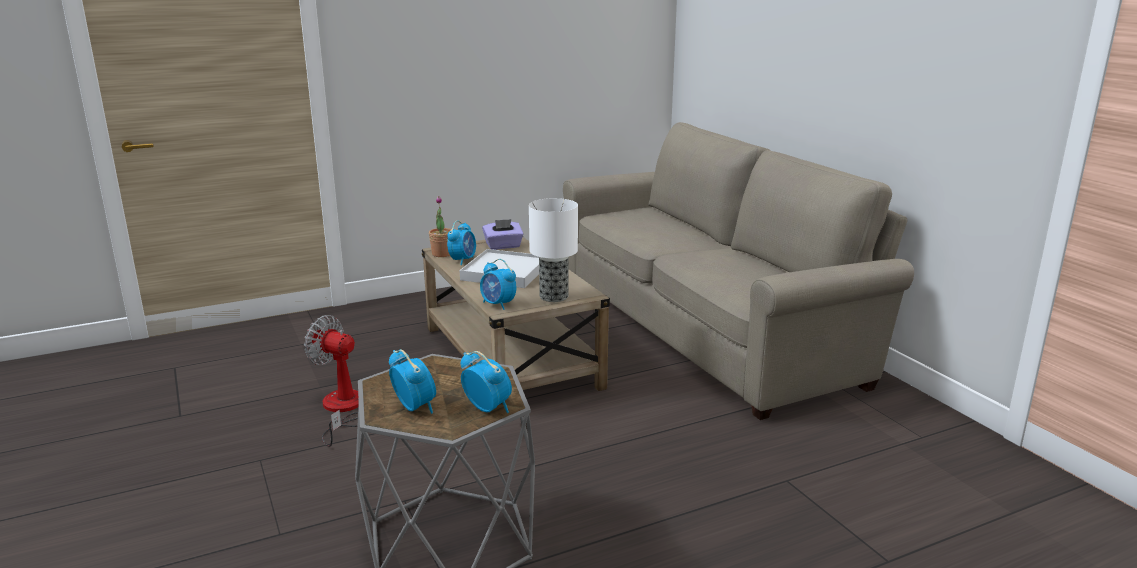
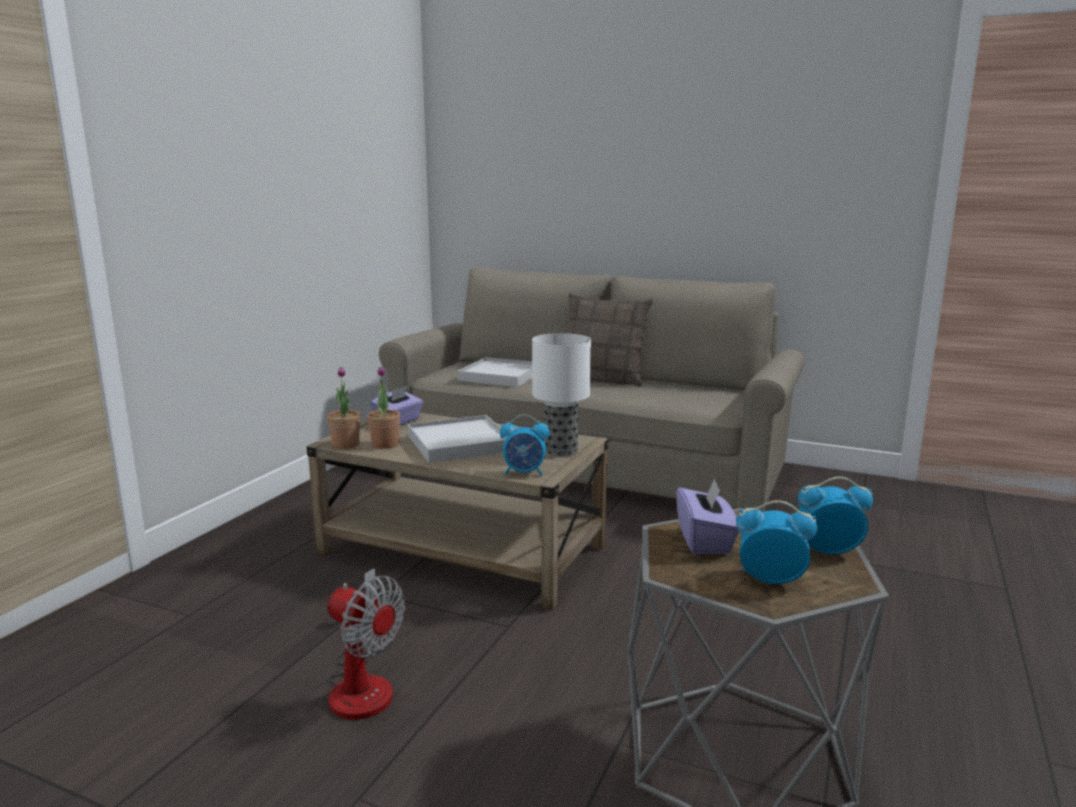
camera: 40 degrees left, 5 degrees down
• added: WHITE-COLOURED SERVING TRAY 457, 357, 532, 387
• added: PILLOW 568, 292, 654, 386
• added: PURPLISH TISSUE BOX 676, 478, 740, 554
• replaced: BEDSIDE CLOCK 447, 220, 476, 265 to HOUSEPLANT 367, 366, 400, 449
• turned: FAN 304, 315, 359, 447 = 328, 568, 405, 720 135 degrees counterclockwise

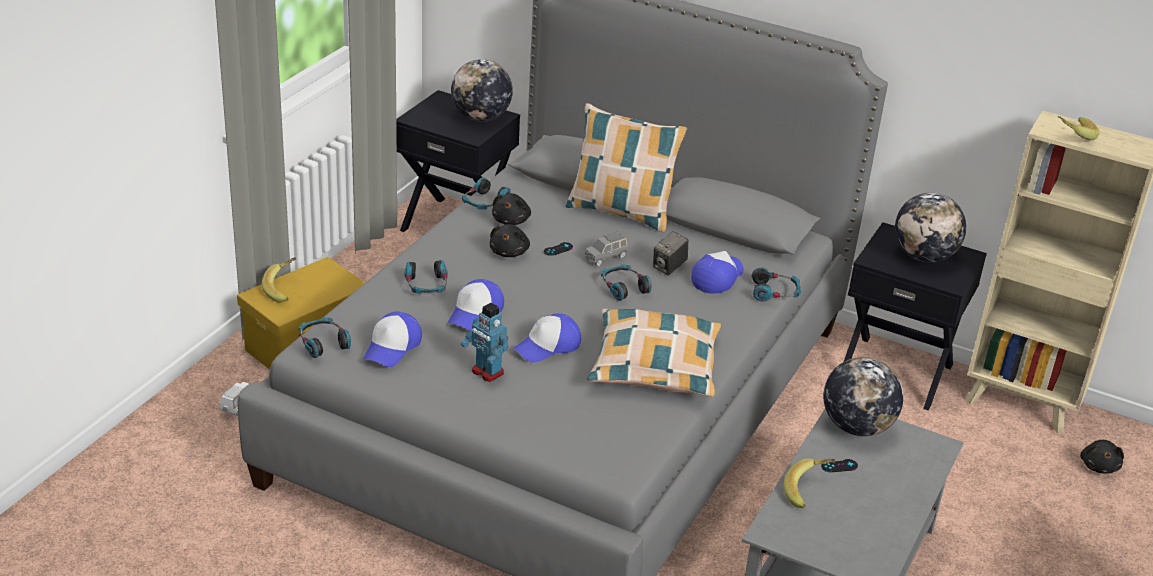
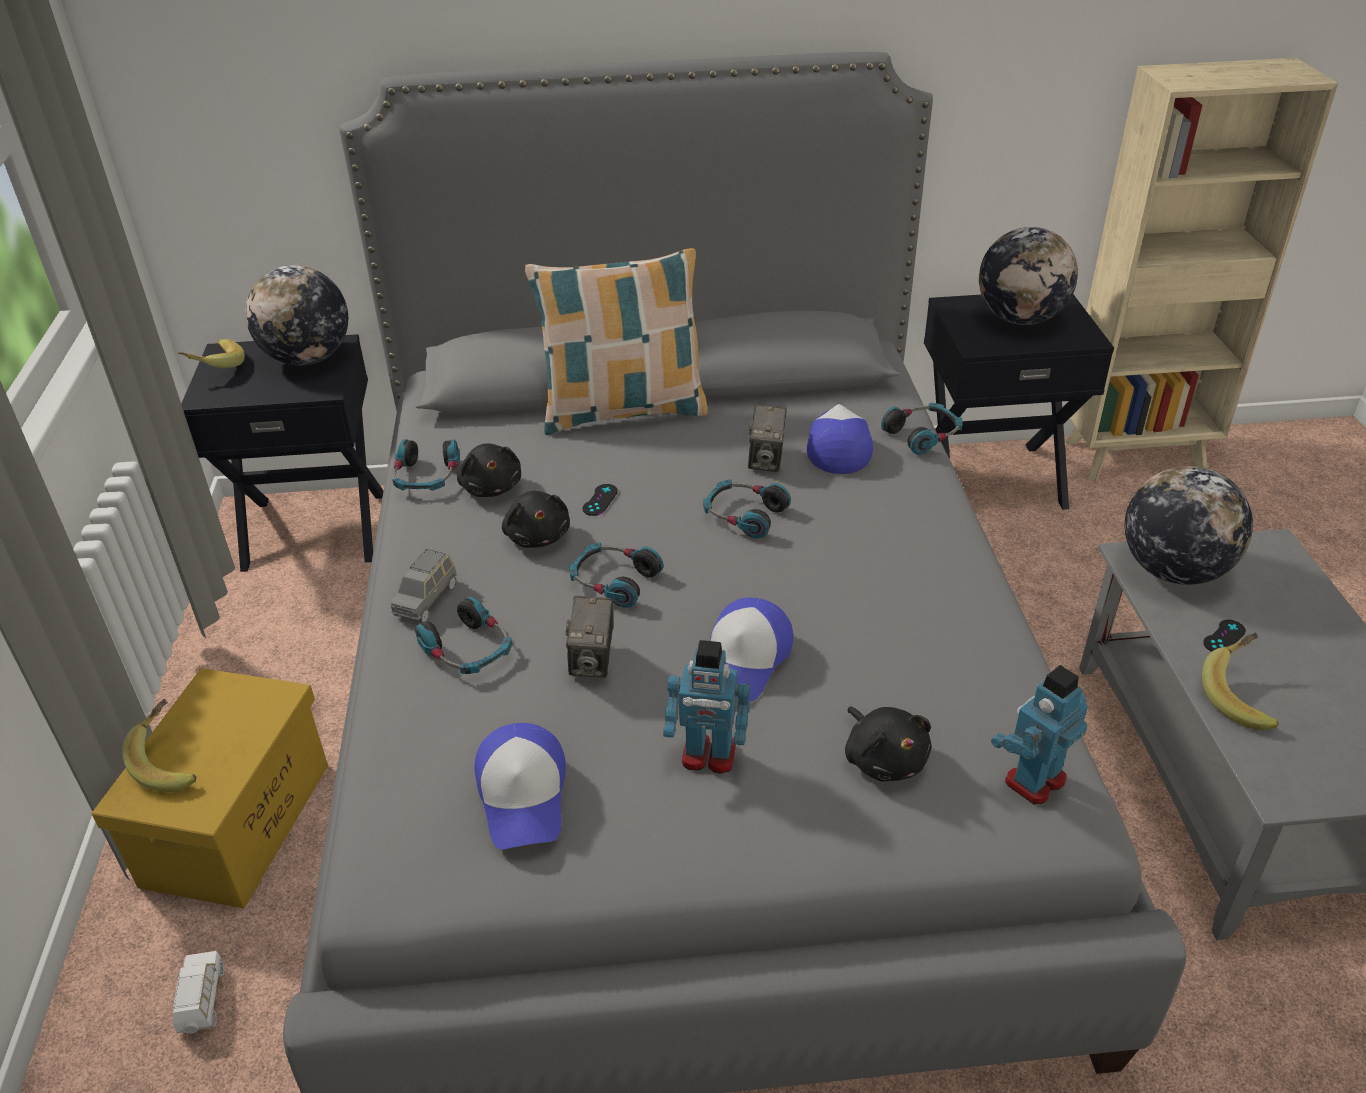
camera: 30 degrees left, 5 degrees up
• removed: PILLOW 587, 309, 722, 397
• added: ROBOT FIGURE 991, 665, 1088, 805
• moved: HEADPHONES 299, 317, 351, 358 to 569, 542, 663, 608
• moved: GREY MINIATURE CAR 585, 231, 628, 267 to 391, 549, 457, 623
• moved: BANANA 1058, 116, 1099, 140 to 178, 339, 245, 368
• moved: BLACKISH CUDDLY TOY 1080, 440, 1124, 474 to 845, 706, 931, 781
• replaced: CAP 448, 279, 504, 331 to STILL CAMERA 565, 596, 613, 678

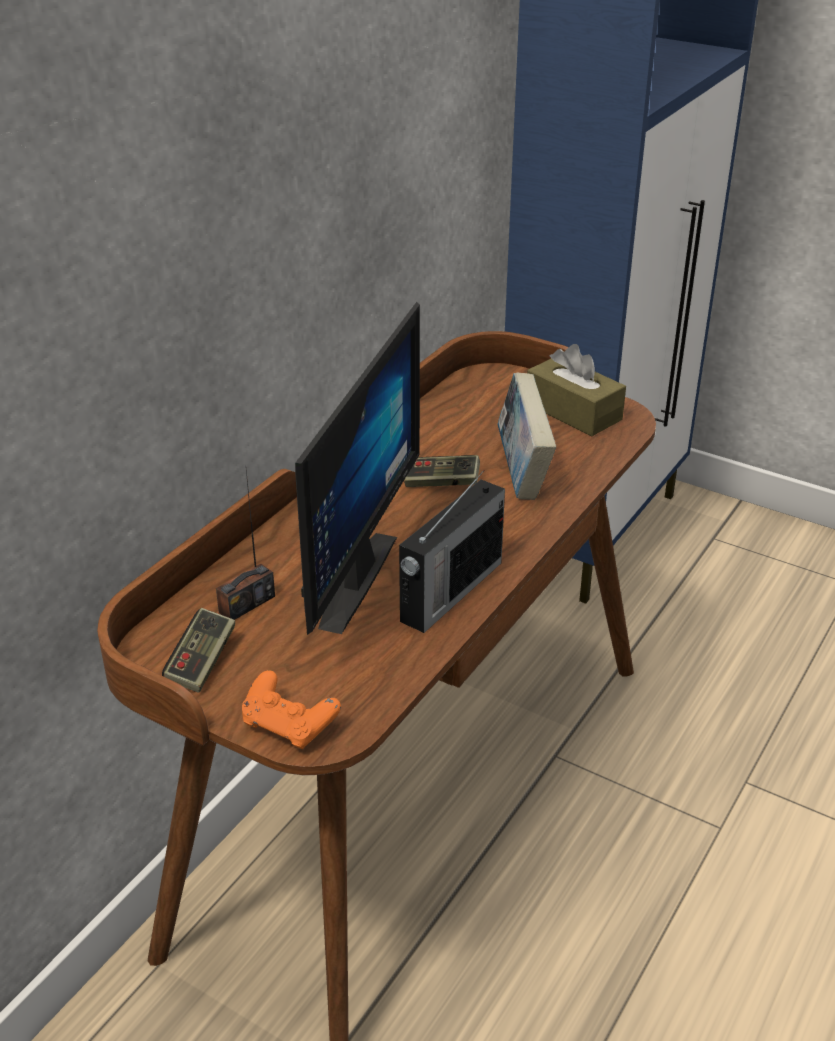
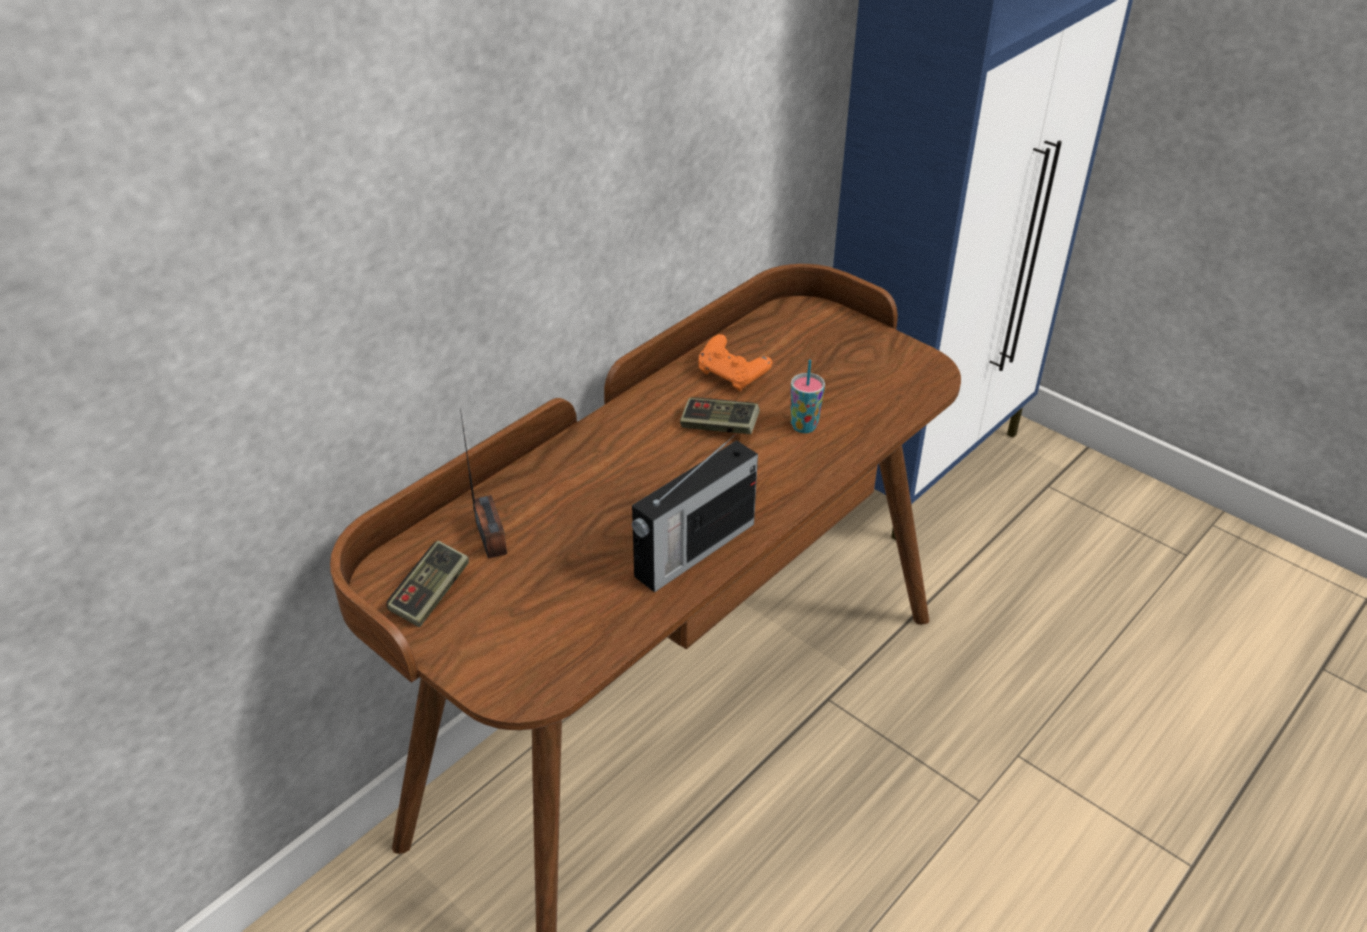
camera: 10 degrees right, 5 degrees up
• removed: COMPUTER SCREEN 295, 302, 420, 635
• removed: BROWN-COLOURED TISSUE BOX 527, 344, 626, 436
• moved: ORANGEY GAMEPAD 242, 670, 341, 749 to 698, 334, 772, 391
• replaced: BOOK 497, 373, 556, 500 to CUP 791, 359, 825, 433
• turned: RADIO RECEIVER 216, 470, 275, 620 = 460, 408, 507, 559 75 degrees counterclockwise

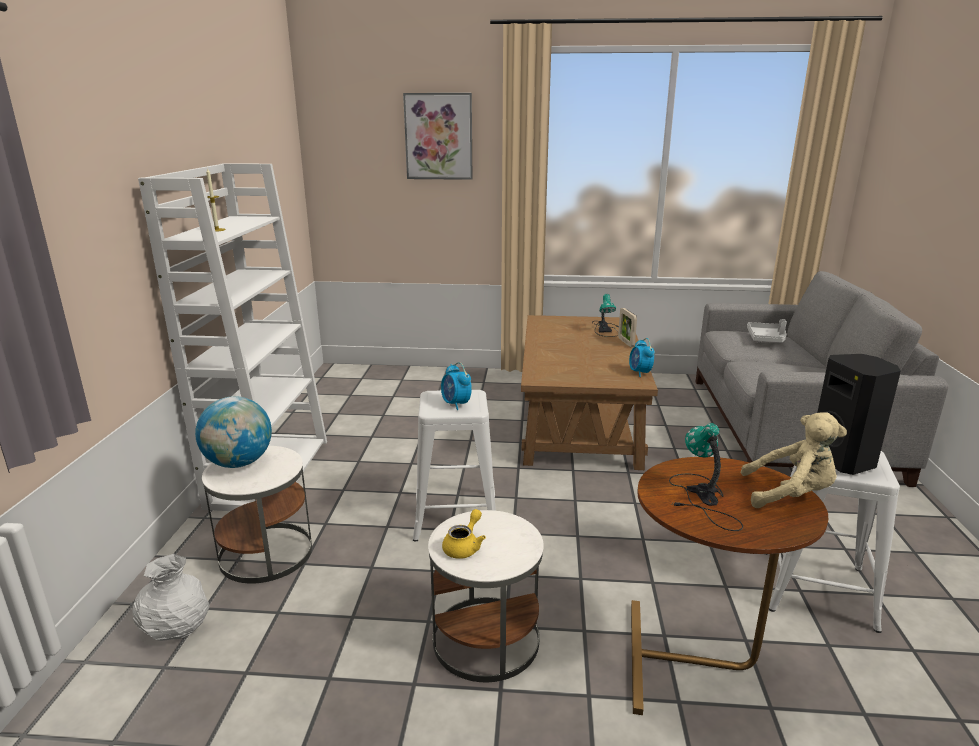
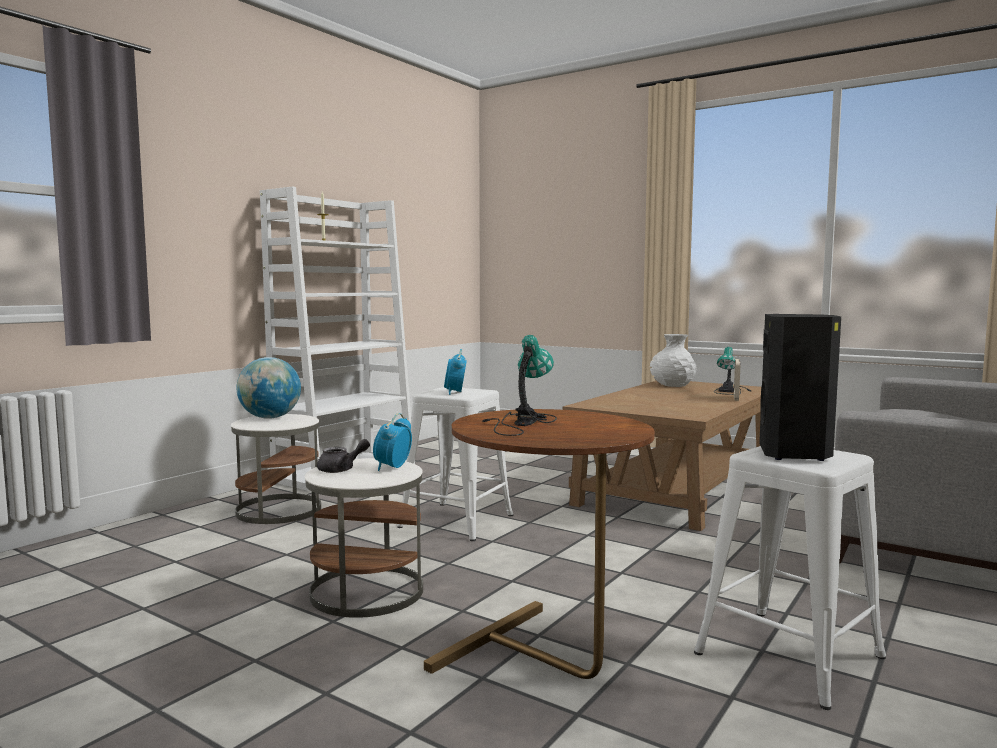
camera: 30 degrees right, 15 degrees down
• removed: PICTURE 403, 93, 472, 180
• removed: BEIGE CUDDLY TOY 740, 412, 847, 508
• removed: GREY SERVING TRAY 747, 319, 787, 343
• moved: WHITE-COLOURED FLOWER VASE 132, 554, 210, 641 to 650, 334, 697, 387
• moved: BEDSIDE CLOCK 629, 338, 655, 377 to 373, 413, 412, 471
• recoloured: YELLOW TEAPOT 442, 509, 486, 559 to GREY TEAPOT 317, 439, 370, 473

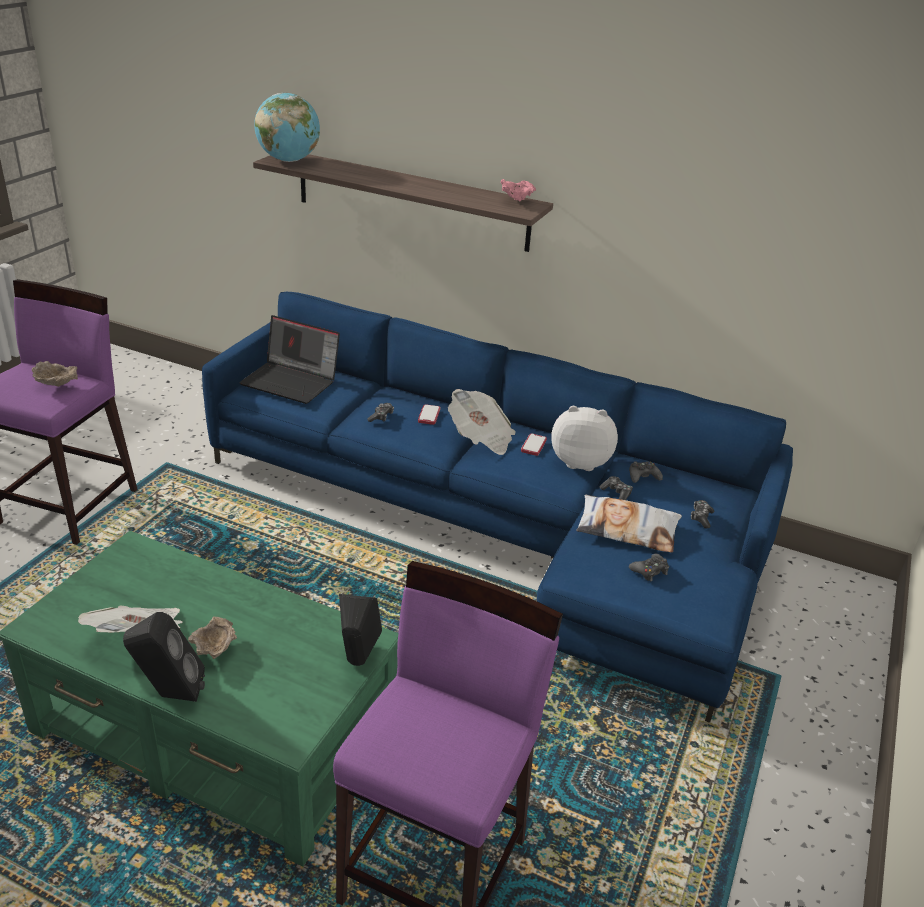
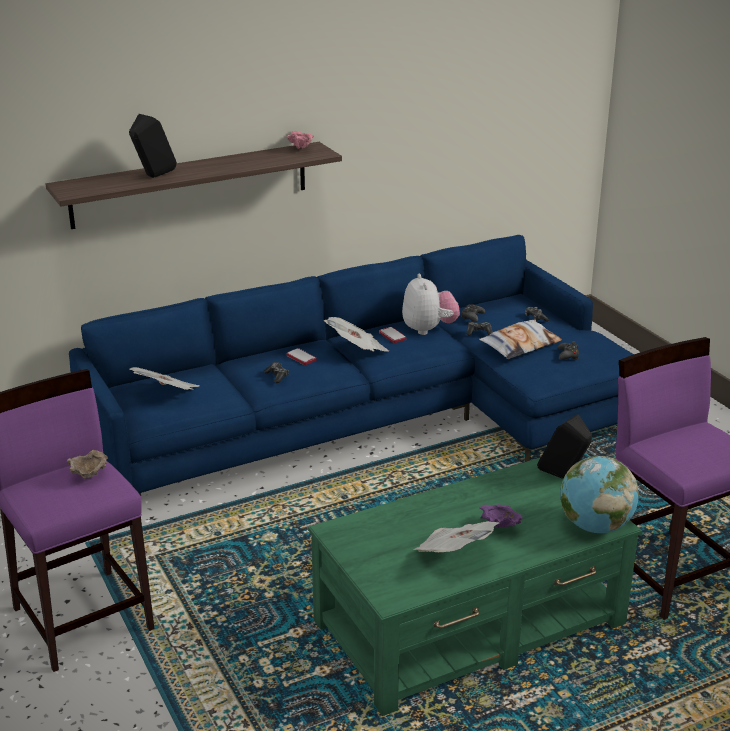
camera: 50 degrees left, 5 degrees down
• moved: BLACKISH AUDIO SPEAKER 123, 612, 205, 702 to 129, 114, 177, 178
• moved: WORLD GLOBE 254, 92, 320, 162 to 560, 456, 639, 533
• replaced: LAPTOP 239, 315, 340, 404 to PRINTED PAPER 129, 367, 200, 390
• recoloured: BEIGE BOWL 188, 616, 237, 659 to PURPLISH BOWL 479, 504, 522, 528
• turned: CUDDLY TOY 551, 406, 618, 471 = 402, 273, 460, 335 120 degrees clockwise

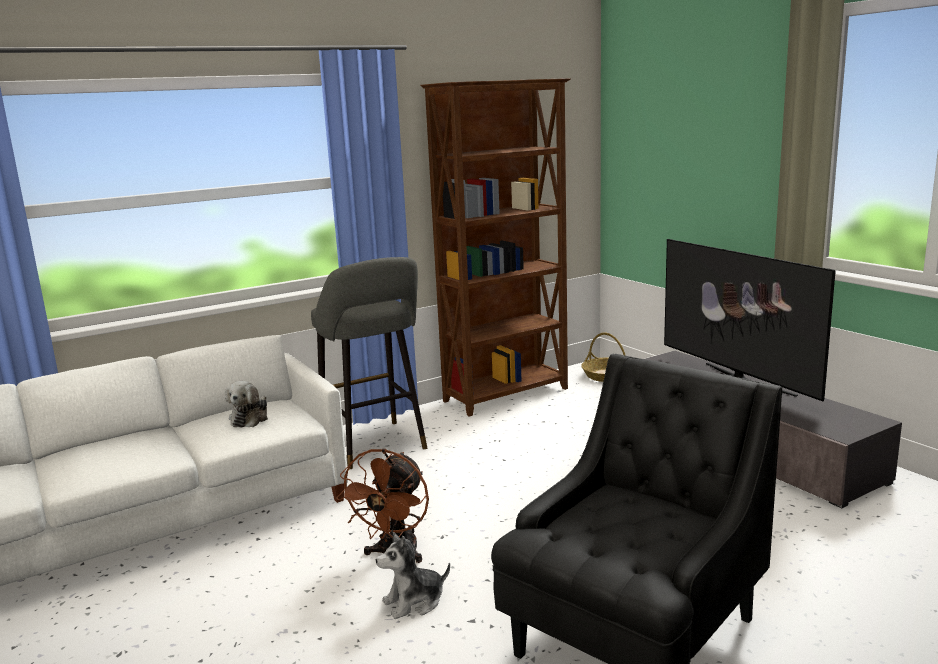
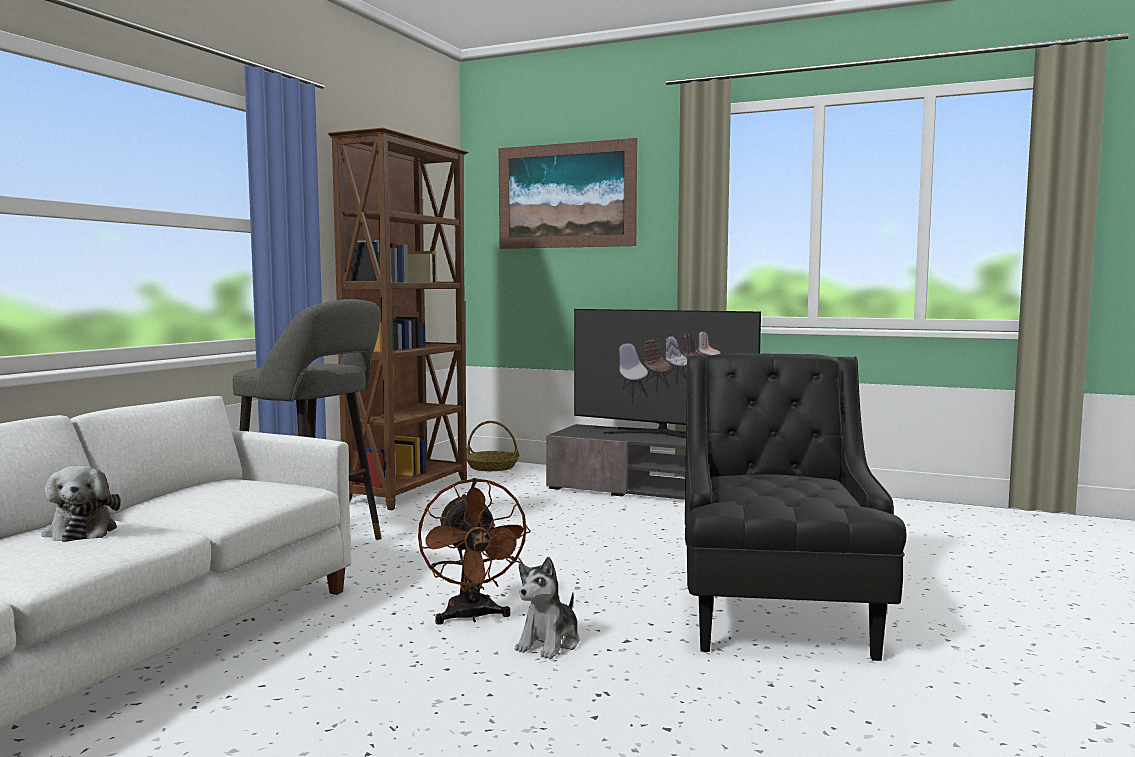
camera: 35 degrees left, 10 degrees down
• added: PICTURE 499, 138, 637, 249
• moved: CUDDLY TOY 225, 381, 268, 427 to 42, 466, 121, 542

